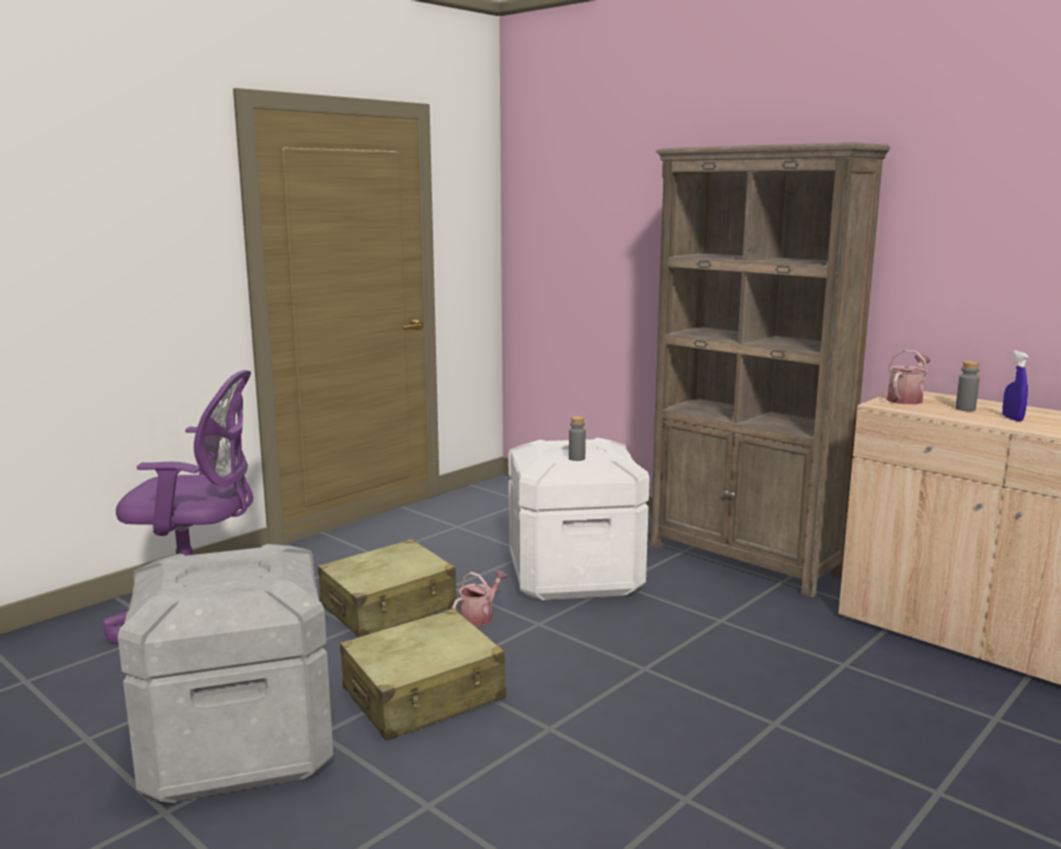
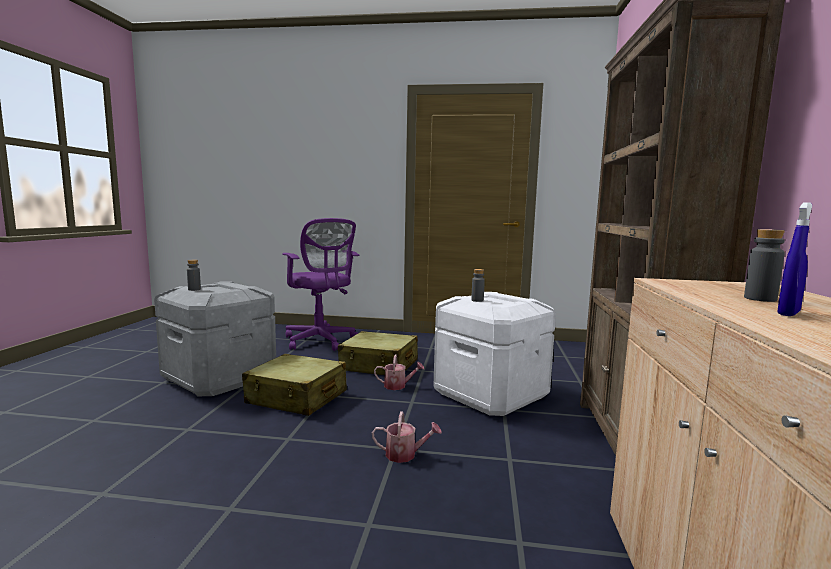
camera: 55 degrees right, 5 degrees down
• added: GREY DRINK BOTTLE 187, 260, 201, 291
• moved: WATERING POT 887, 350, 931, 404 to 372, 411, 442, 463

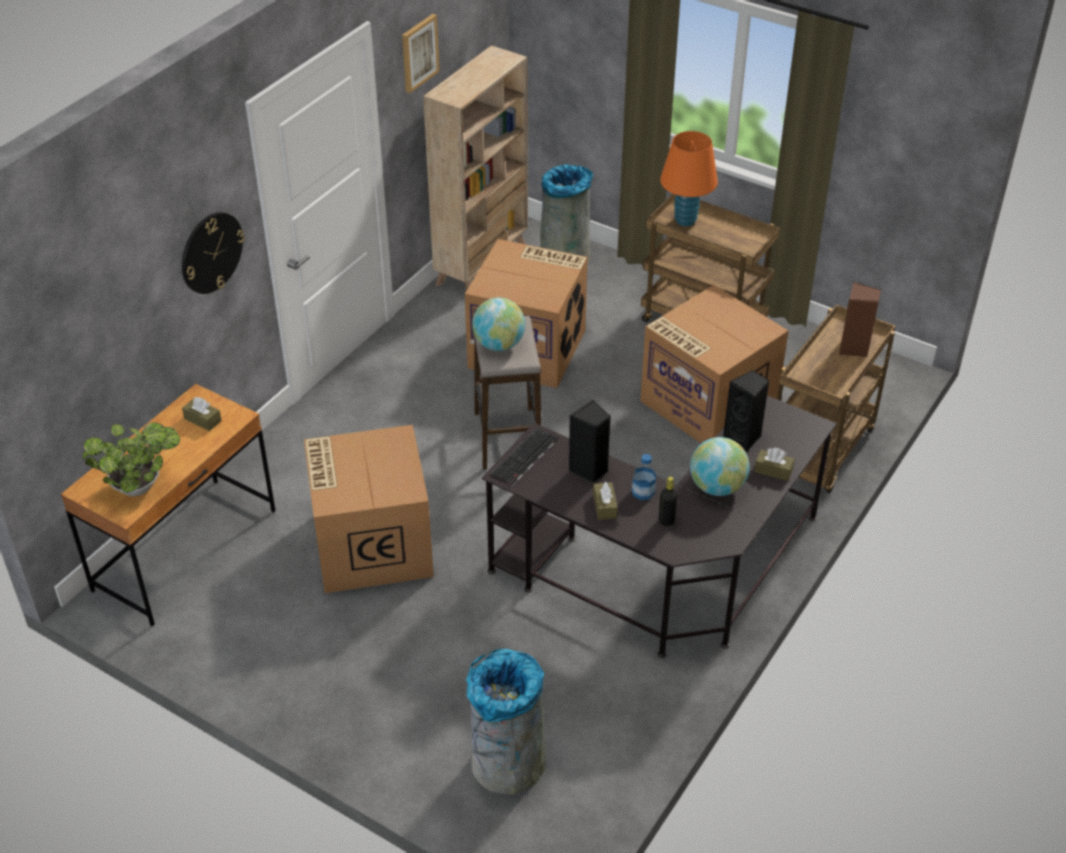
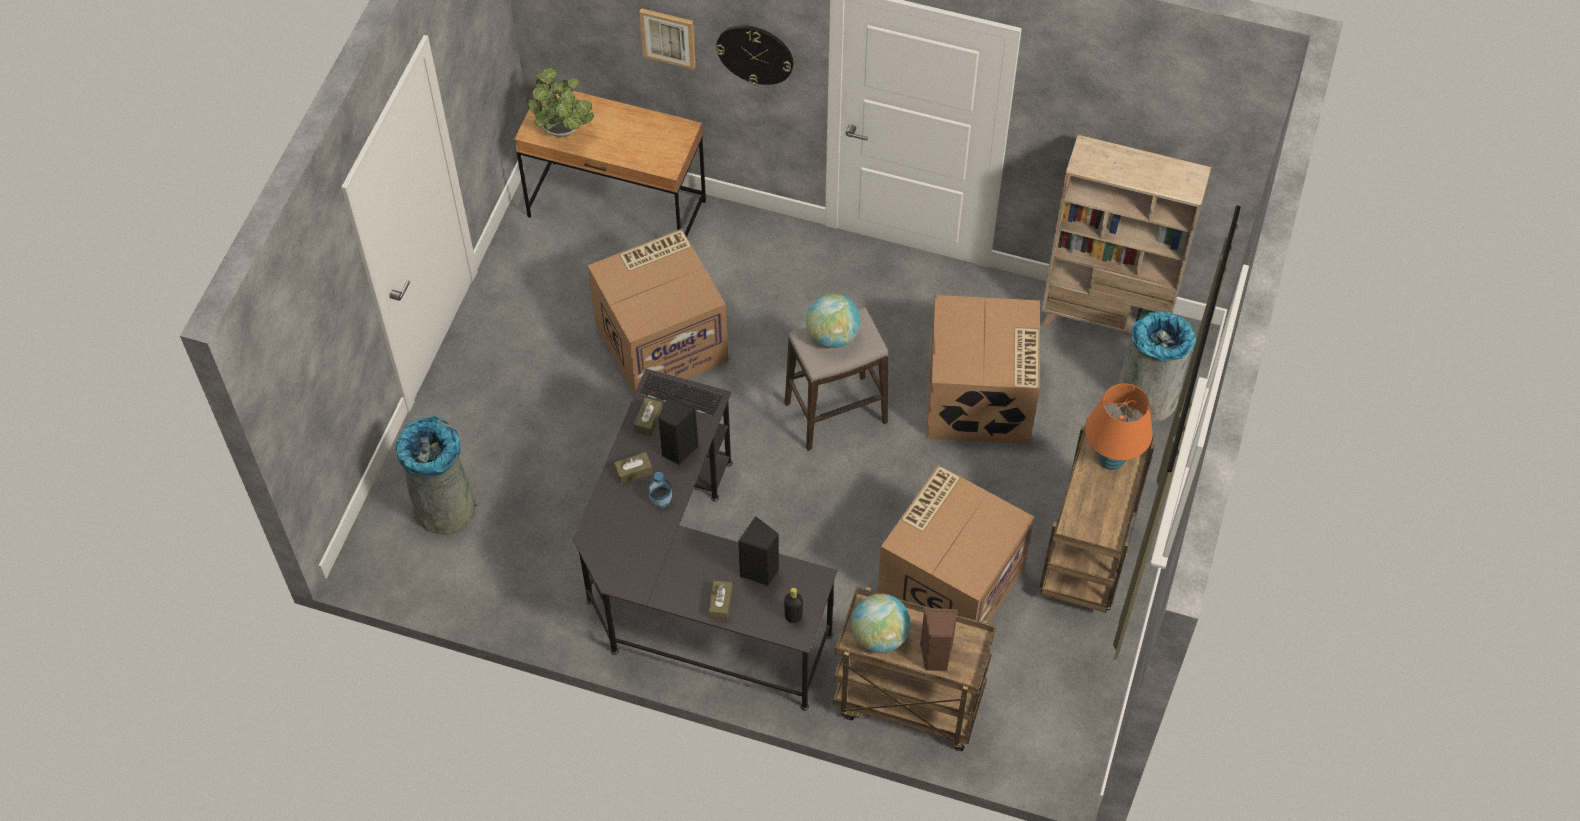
camera: 75 degrees right, 15 degrees up
• moved: BROWN-COLOURED TISSUE BOX 182, 397, 222, 431 to 634, 398, 662, 437
• moved: PICTURE 402, 14, 440, 93 to 639, 8, 696, 69
• moved: BLACKISH DRINK BOTTLE 659, 477, 678, 526 to 784, 587, 803, 623
• moved: WORLD GLOBE 690, 437, 749, 496 to 851, 594, 910, 653

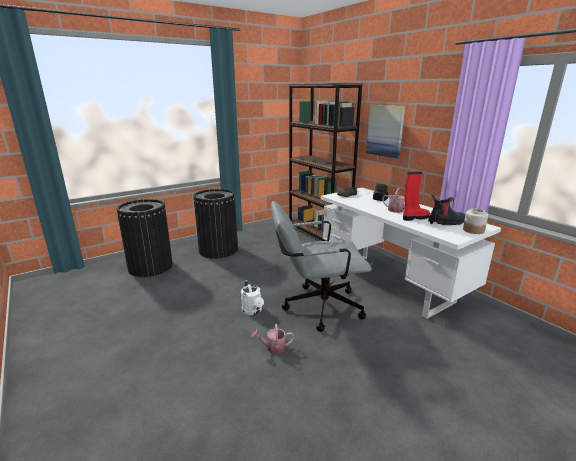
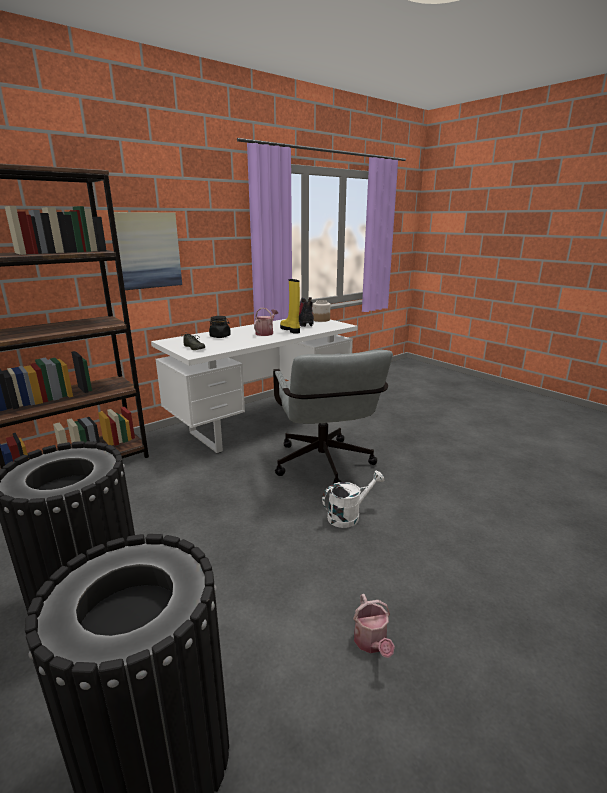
camera: 95 degrees left, 0 degrees up
• moved: WATERING POT 251, 324, 294, 354 to 353, 594, 395, 658
• recoloured: REDDISH HIGH-TOP BOOT 403, 172, 430, 221 to YELLOW HIGH-TOP BOOT 280, 279, 300, 334

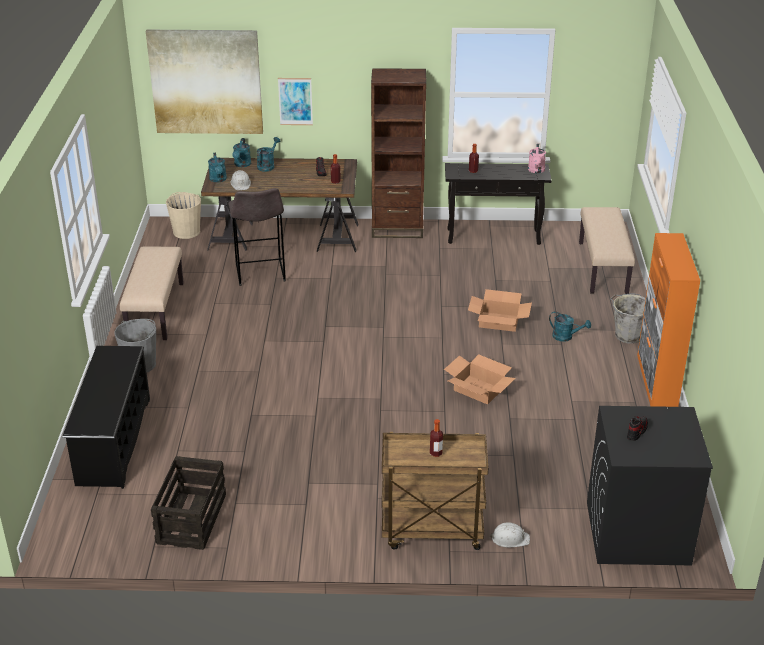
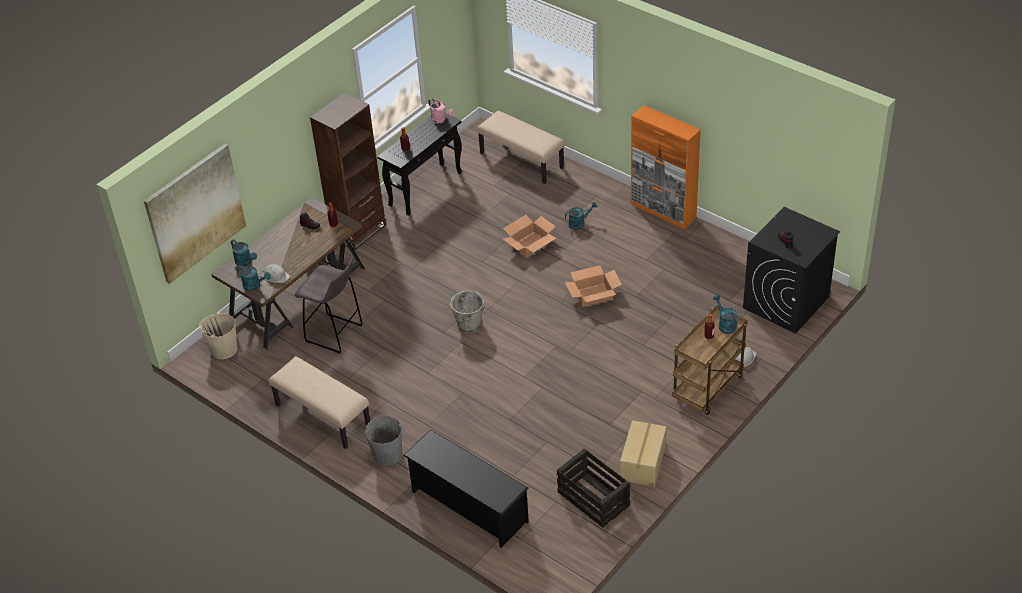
camera: 50 degrees left, 10 degrees up
• removed: PICTURE 278, 78, 313, 125
• added: CARTON 620, 420, 667, 487
• moved: TURQUOISE-COLOURED WATERING POT 257, 137, 280, 172 to 713, 295, 738, 334
• moved: GREY BUCKET 610, 293, 646, 344 to 446, 290, 484, 333

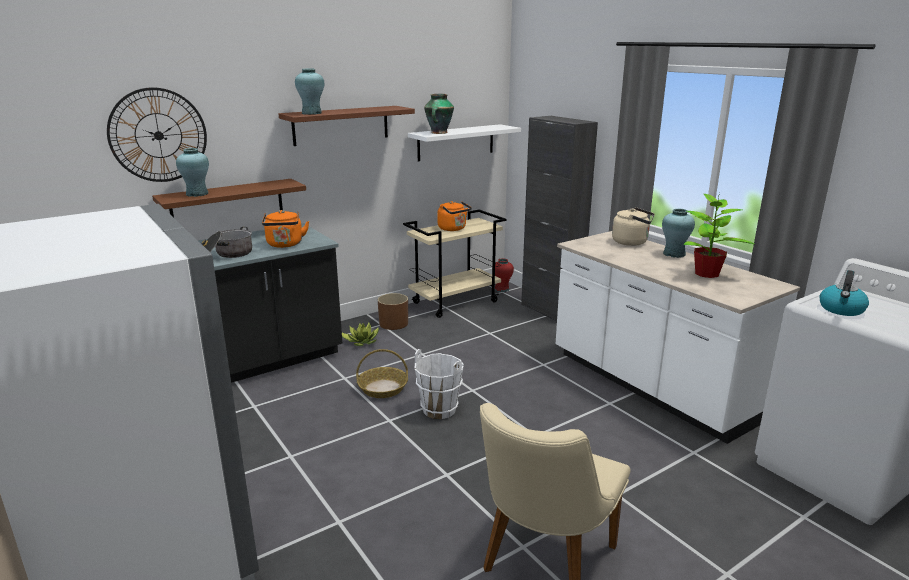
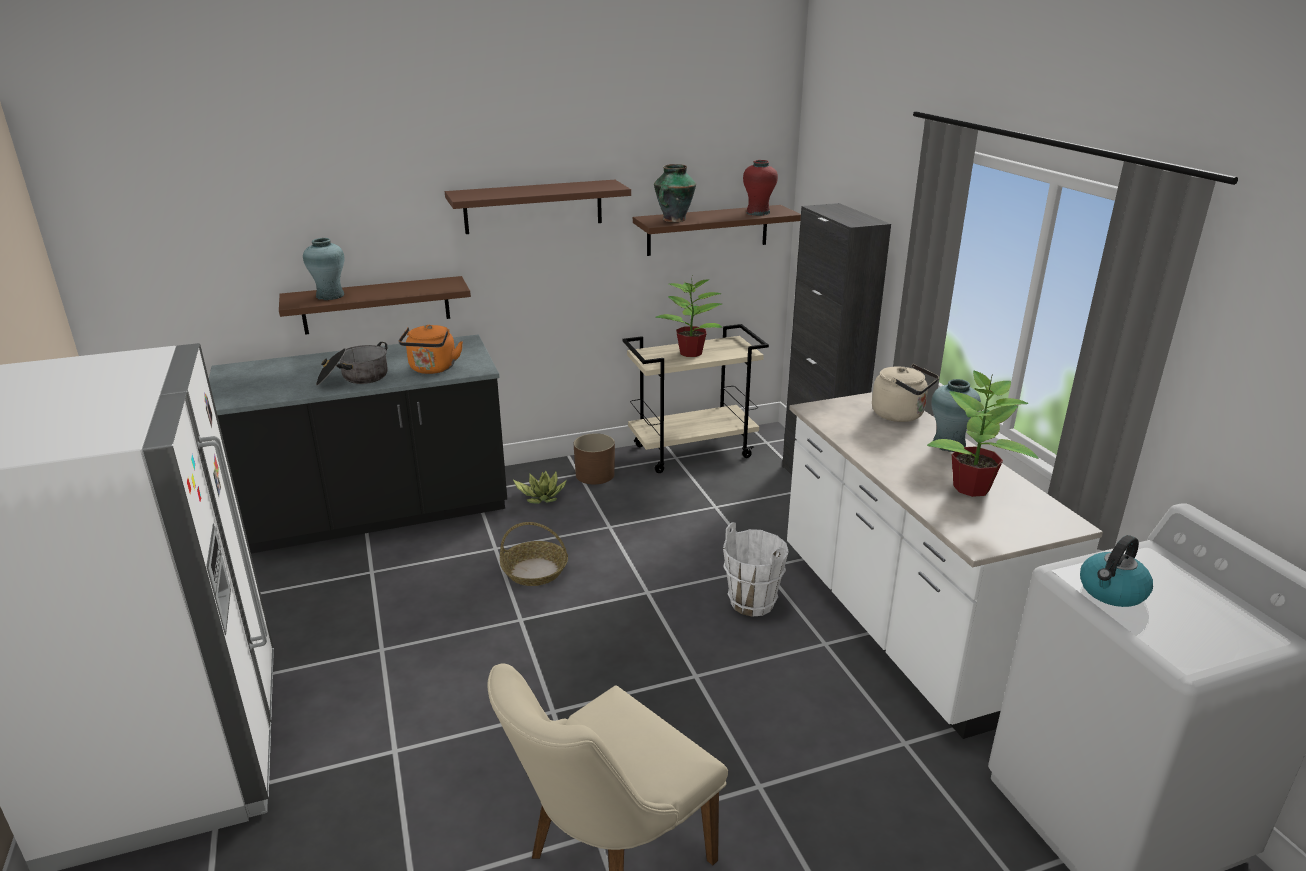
camera: 15 degrees right, 5 degrees up
• removed: CLOCK ON THE WALL 107, 87, 207, 182
• removed: TURQUOISE-COLOURED FLOWER VASE 295, 69, 324, 115
• moved: WHITE-COLOURED BUCKET 415, 349, 464, 419 to 723, 522, 789, 617
• moved: REDDISH FLOWER VASE 495, 258, 514, 292 to 743, 160, 778, 216
• replaced: ORANGEY TEA KETTLE 437, 201, 472, 231 to HOUSEPLANT 656, 274, 722, 357
• recoloured: WHITE-COLOURED BRACKET SHELF 408, 124, 521, 161 to BROWN-COLOURED BRACKET SHELF 633, 205, 801, 256

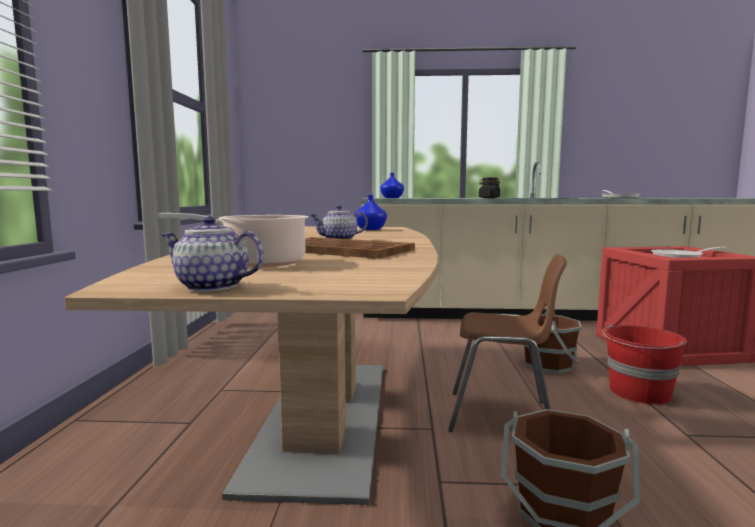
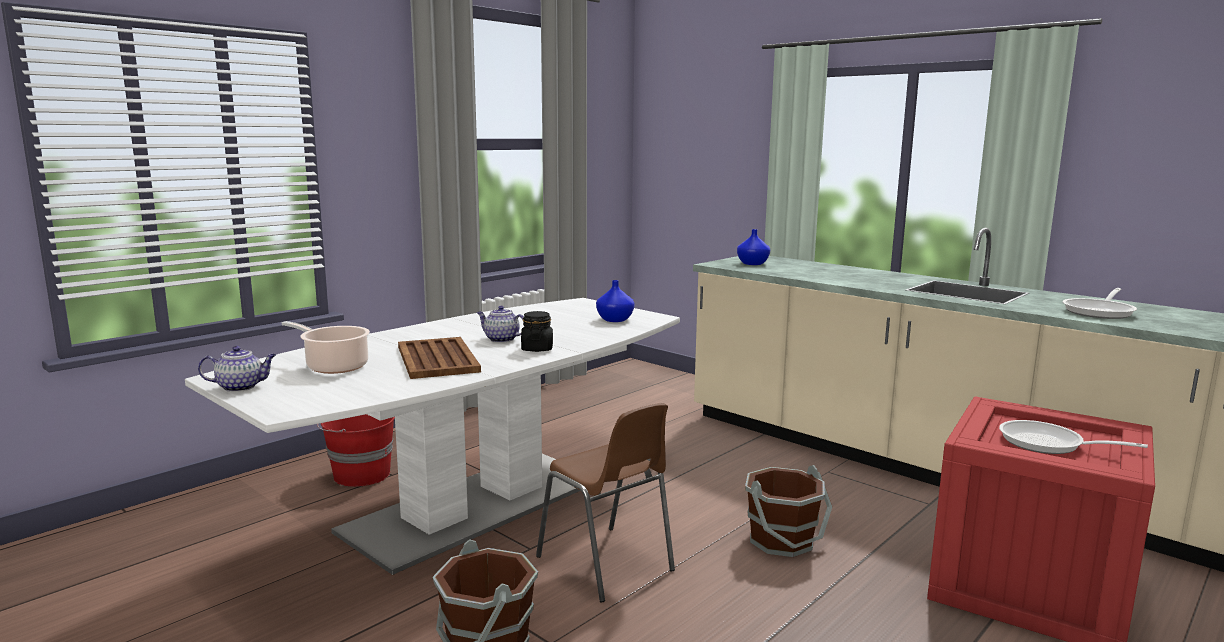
camera: 40 degrees right, 5 degrees up
• moved: BLACKISH PRESERVE JAR 479, 178, 500, 198 to 521, 311, 553, 352
• moved: REDDISH BUCKET 602, 325, 687, 404 to 317, 414, 395, 487
• recoloured: BROWN-COLOURED DINNER TABLE 65, 226, 438, 505 to WHITE-COLOURED DINNER TABLE 185, 298, 680, 575
• turned: TEAPOT 161, 216, 264, 292 = 198, 346, 276, 392 105 degrees clockwise

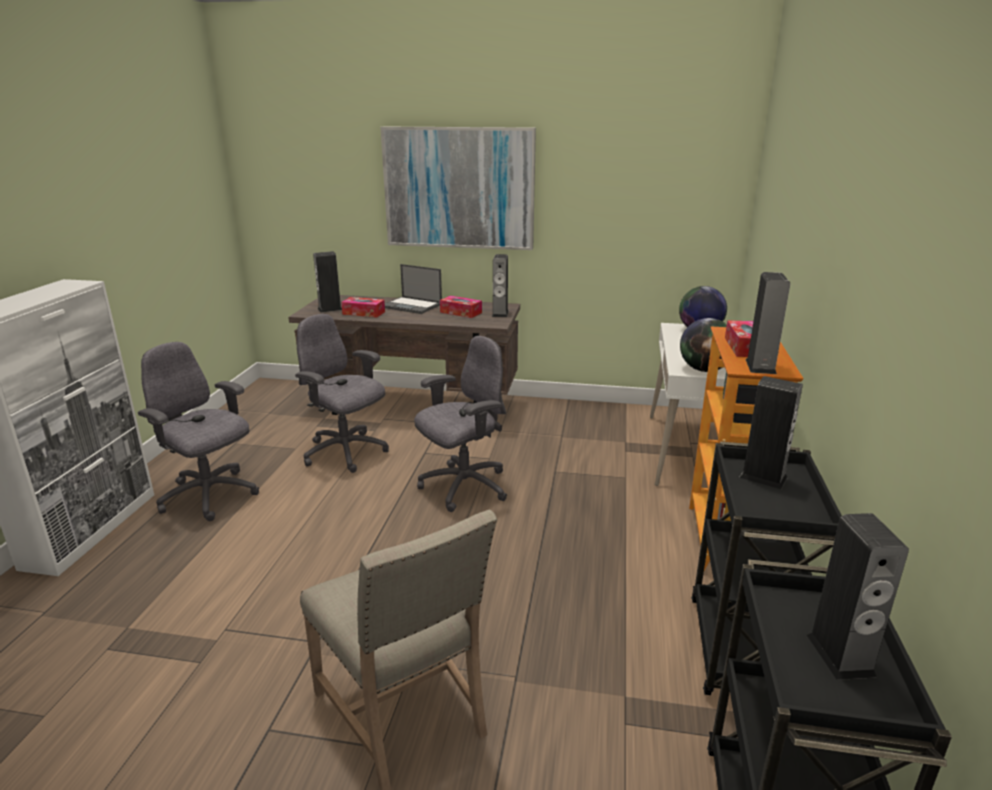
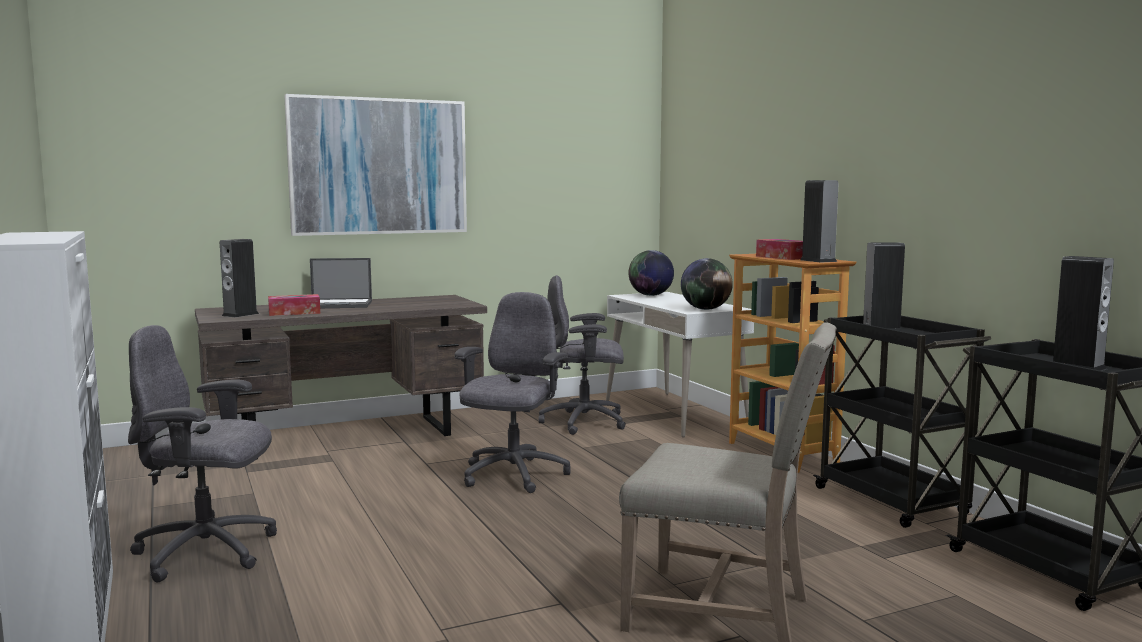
camera: 35 degrees left, 15 degrees down
• removed: TISSUE BOX 440, 296, 482, 318
• removed: AUDIO SPEAKER 492, 254, 509, 317
• moved: GREY DESK CHAIR 295, 314, 389, 473 to 539, 275, 626, 435

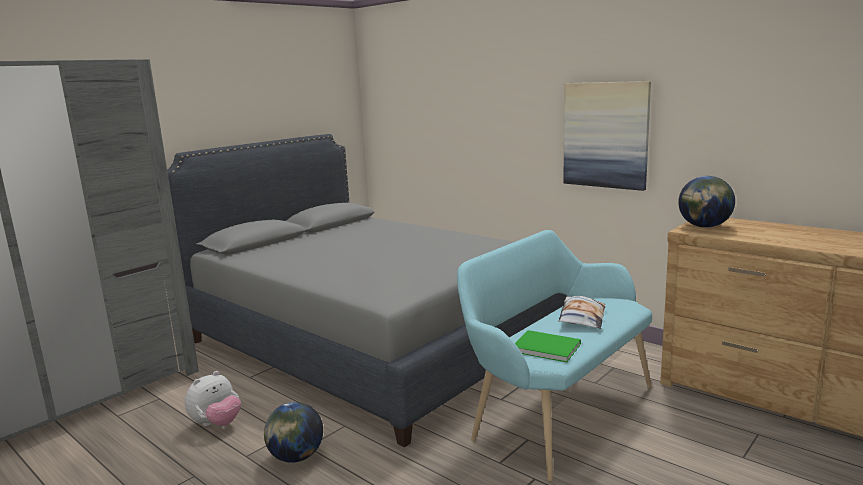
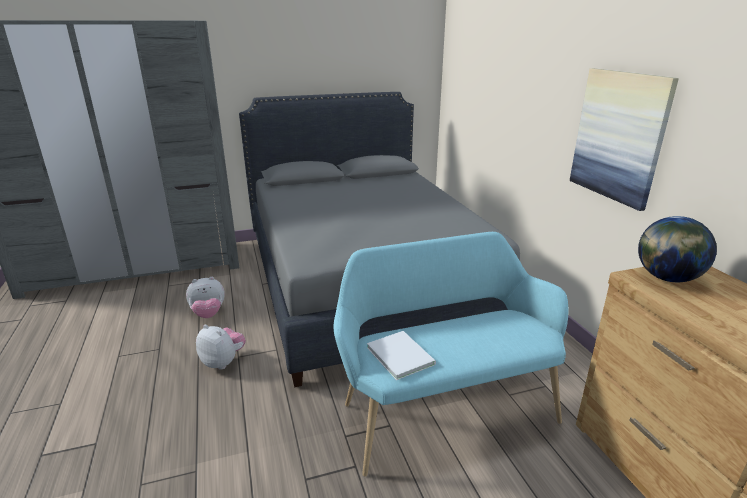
camera: 30 degrees right, 10 degrees up
• removed: PILLOW 558, 296, 605, 329
• replaced: WORLD GLOBE 264, 402, 323, 463 to CUDDLY TOY 196, 324, 246, 370
• recoloured: GREEN BOOK 515, 330, 581, 362 to WHITE-COLOURED BOOK 367, 331, 436, 380

